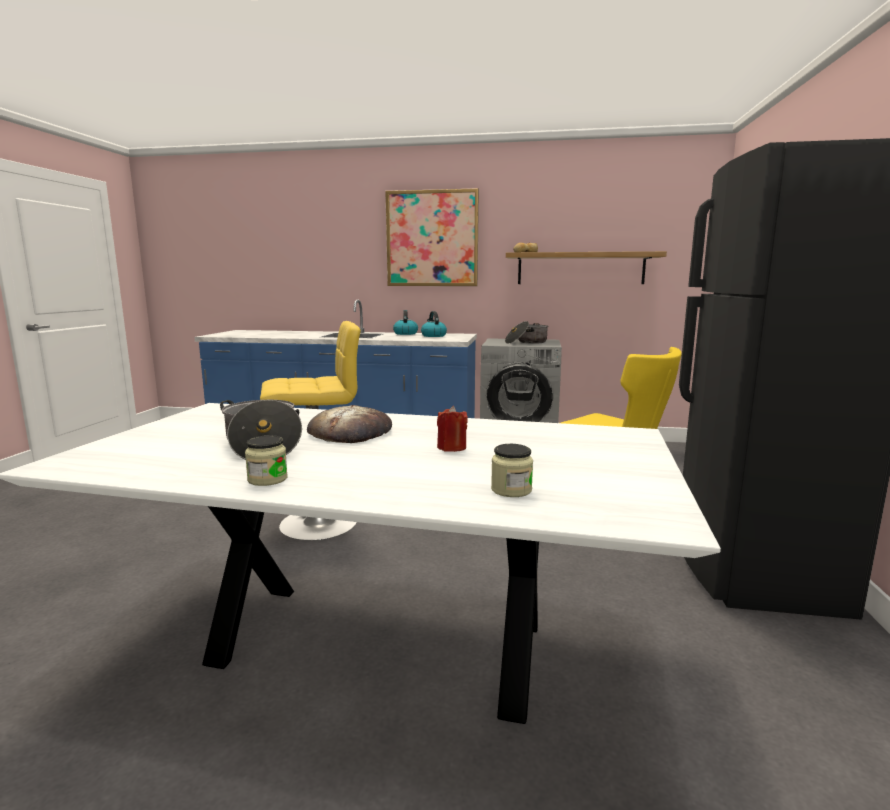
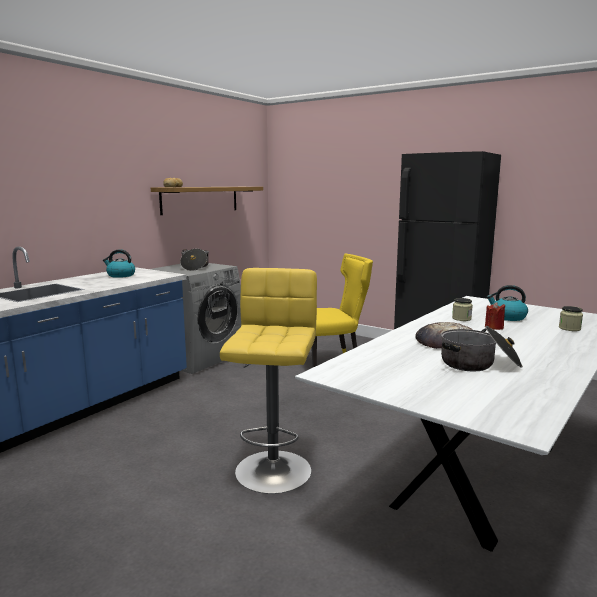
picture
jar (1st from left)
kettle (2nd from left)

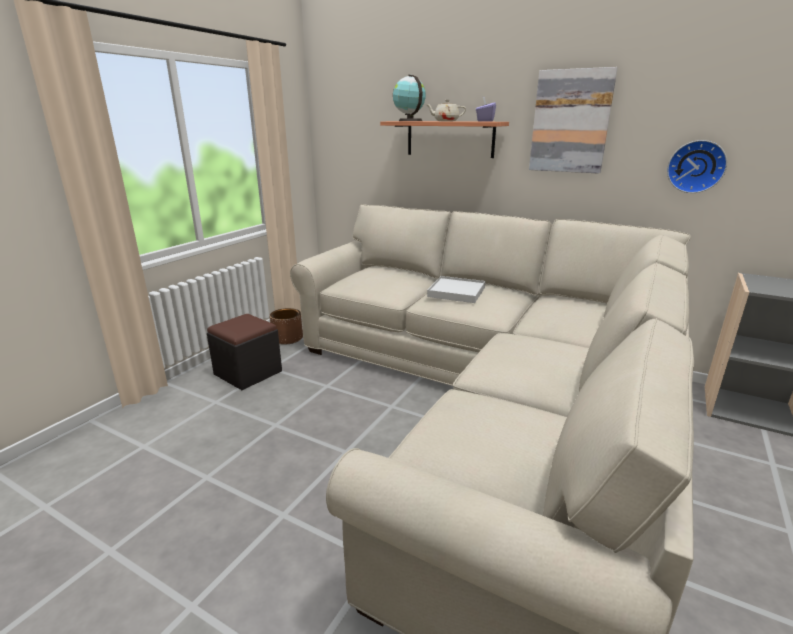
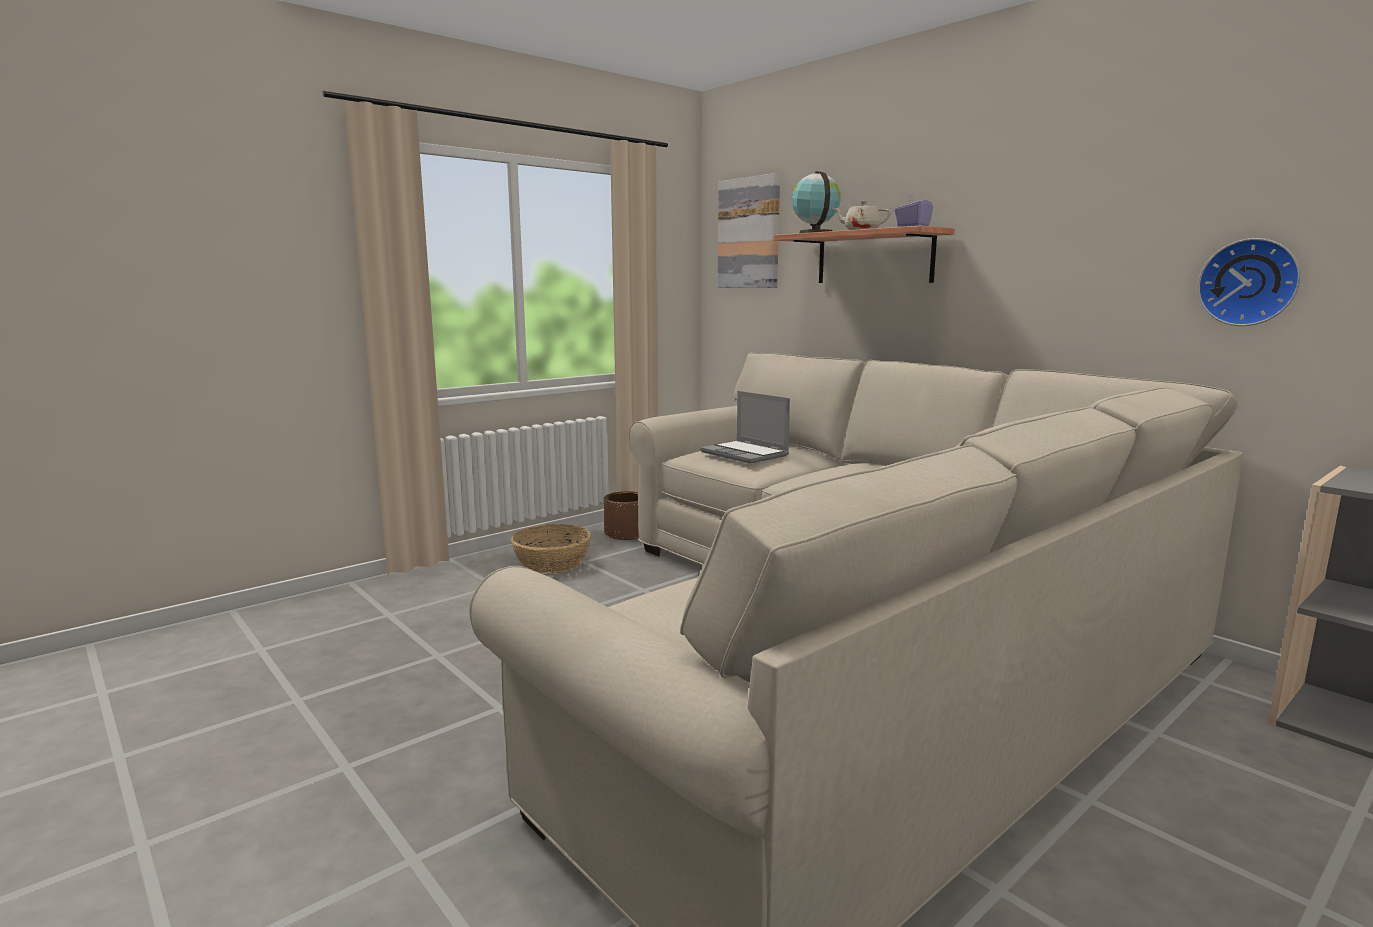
tray (white)
laptop
picture
basket

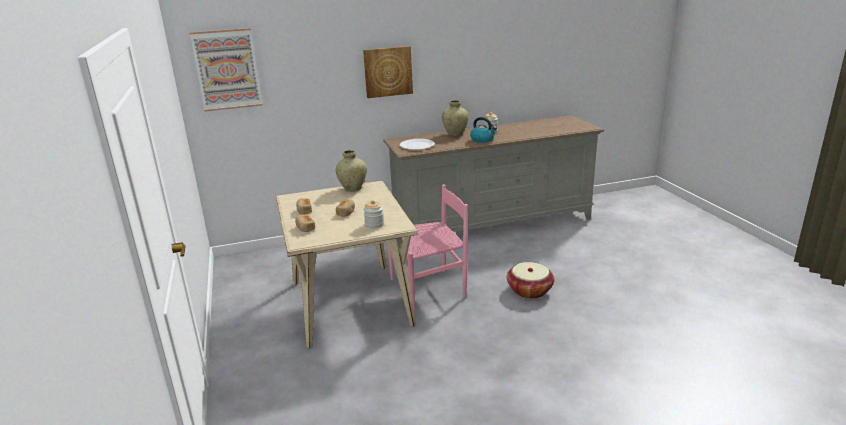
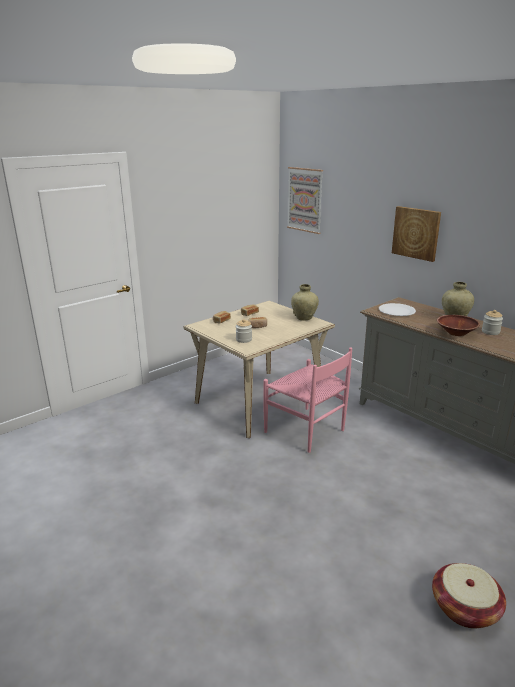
basket
bowl (brown)

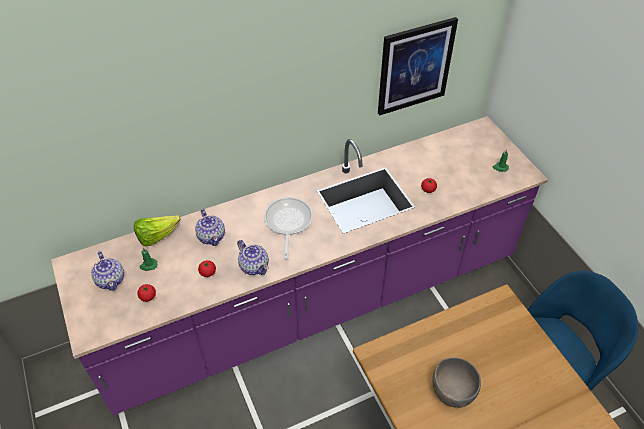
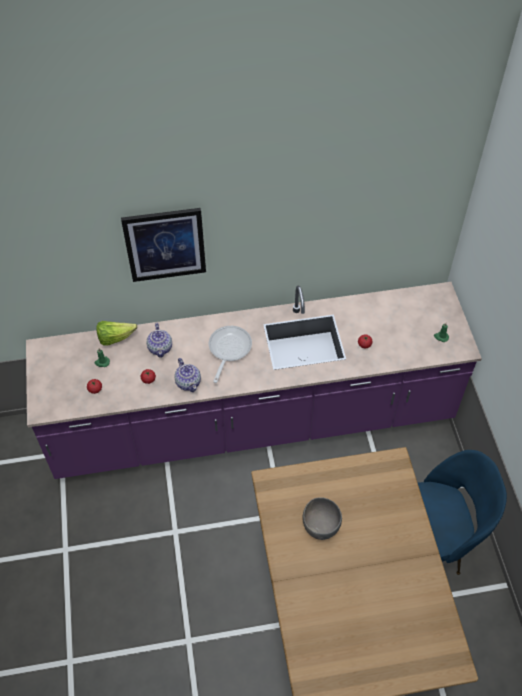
teapot (1st from left in the first image)
picture

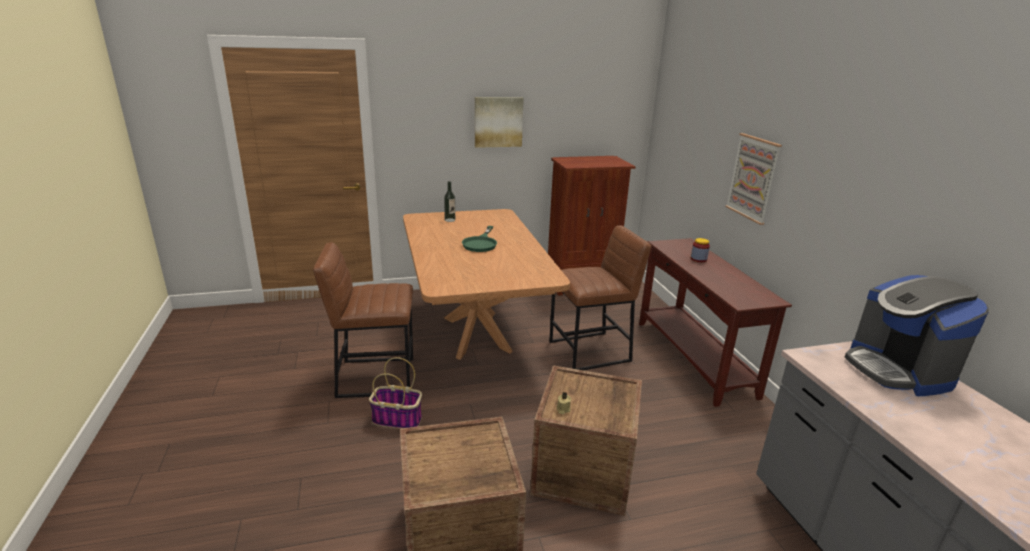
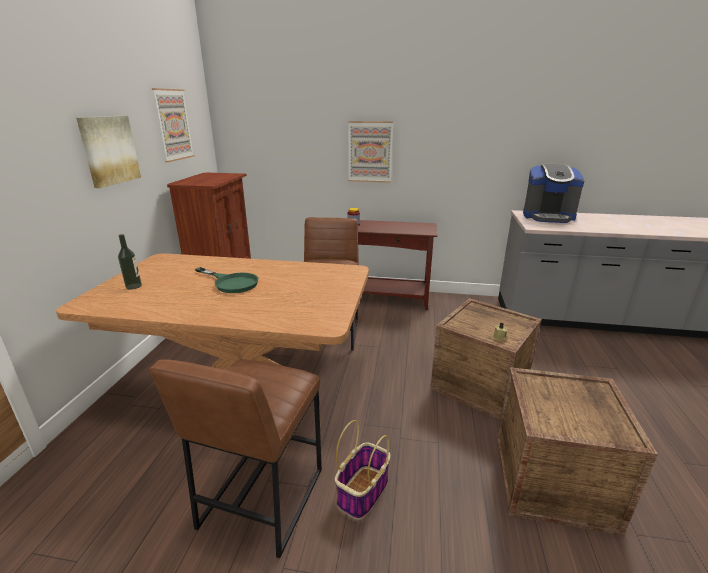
picture (2nd from left)

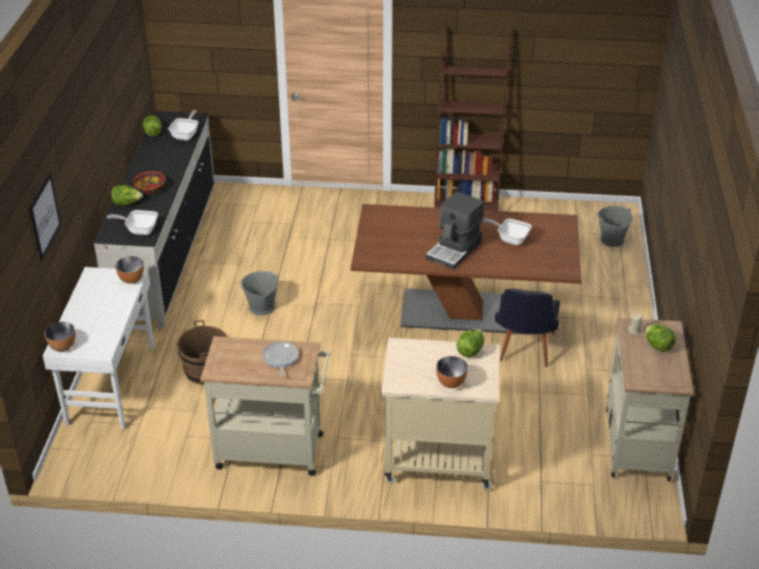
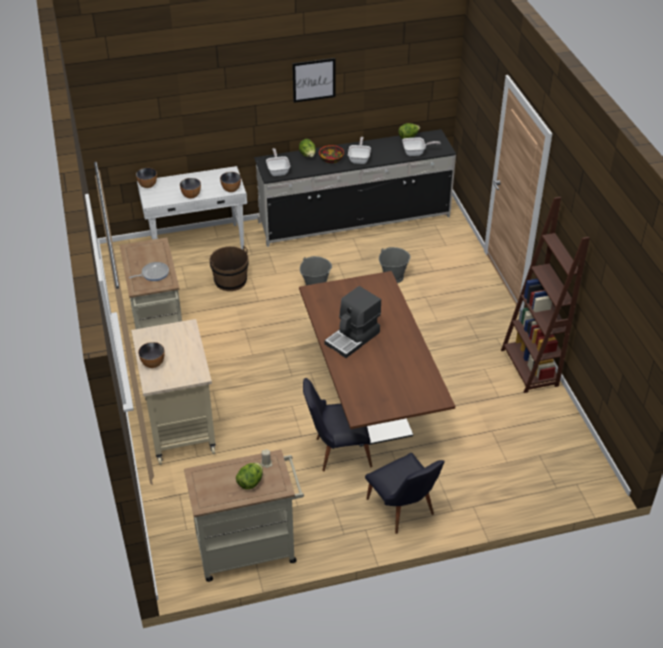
lettuce (3rd from left in the first image)
bowl (3rd from left)
chair (black) (2nd from left)
picture
frying pan (3rd from left)
bucket (grey) (2nd from left)
coffee machine

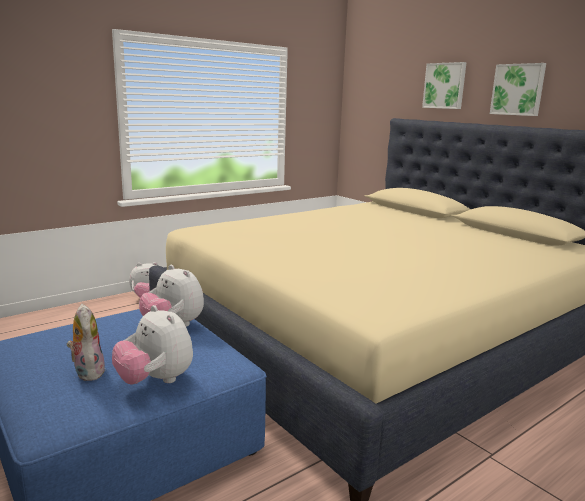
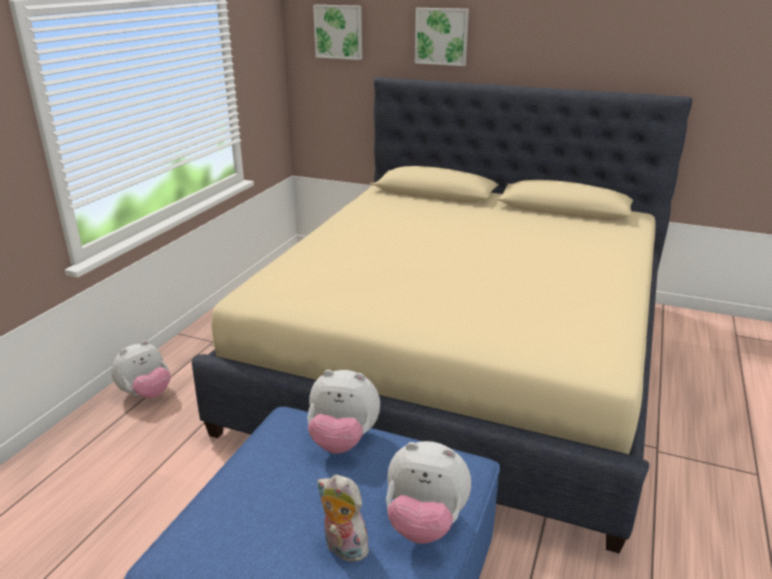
picture (1st from left)

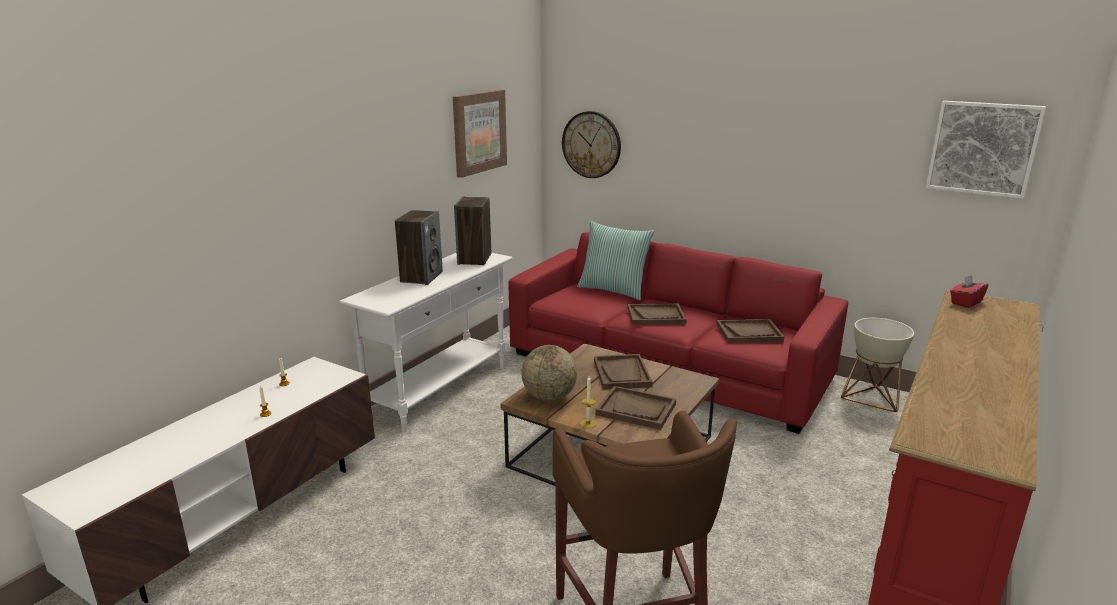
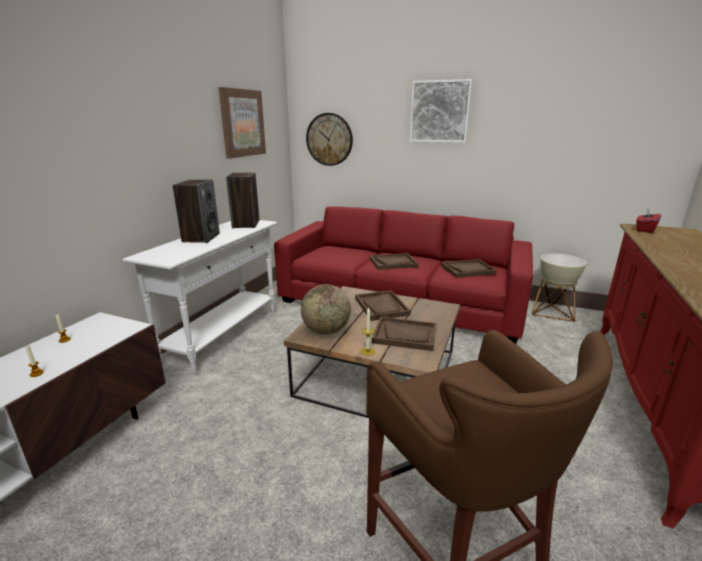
pillow
picture (2nd from left)

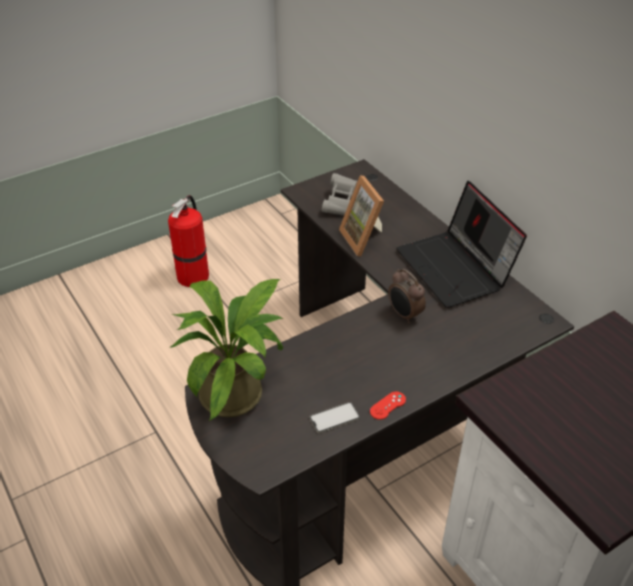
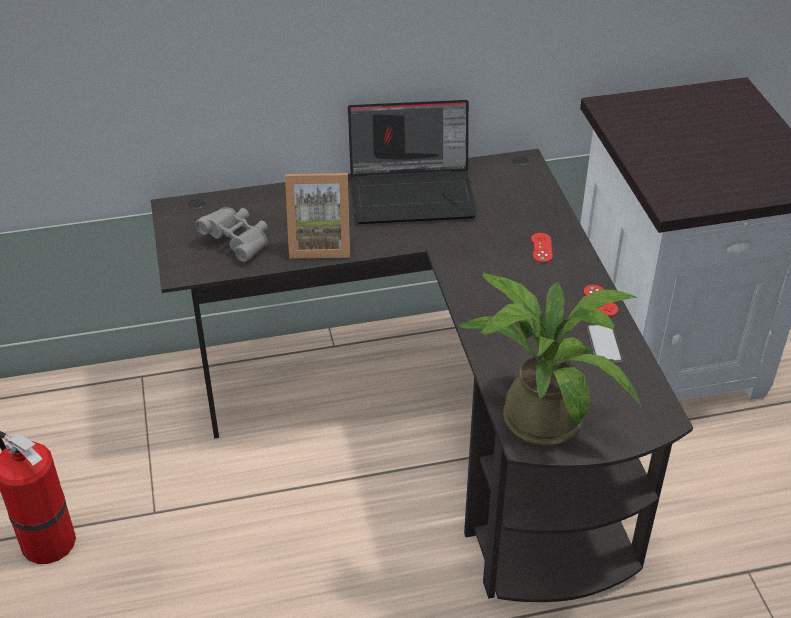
alarm clock
game controller (red) (1st from left)

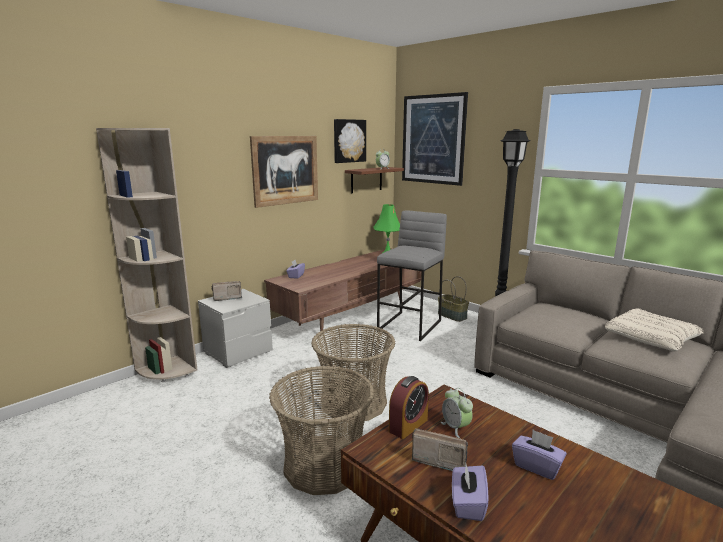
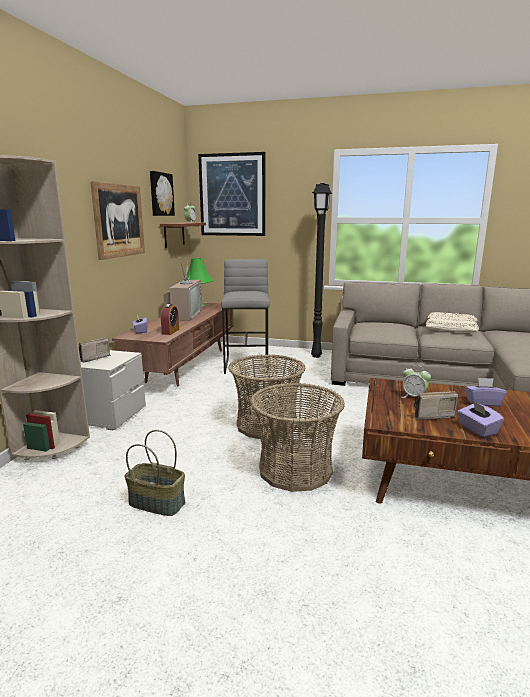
television
alarm clock (1st from left)
basket (1st from left)

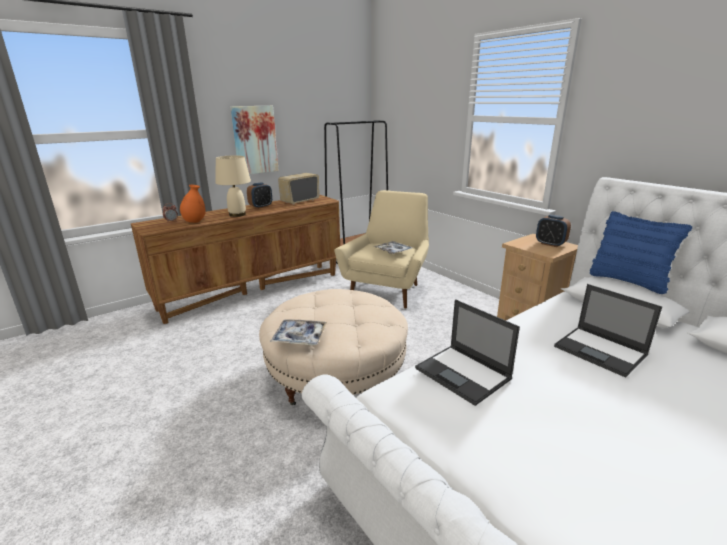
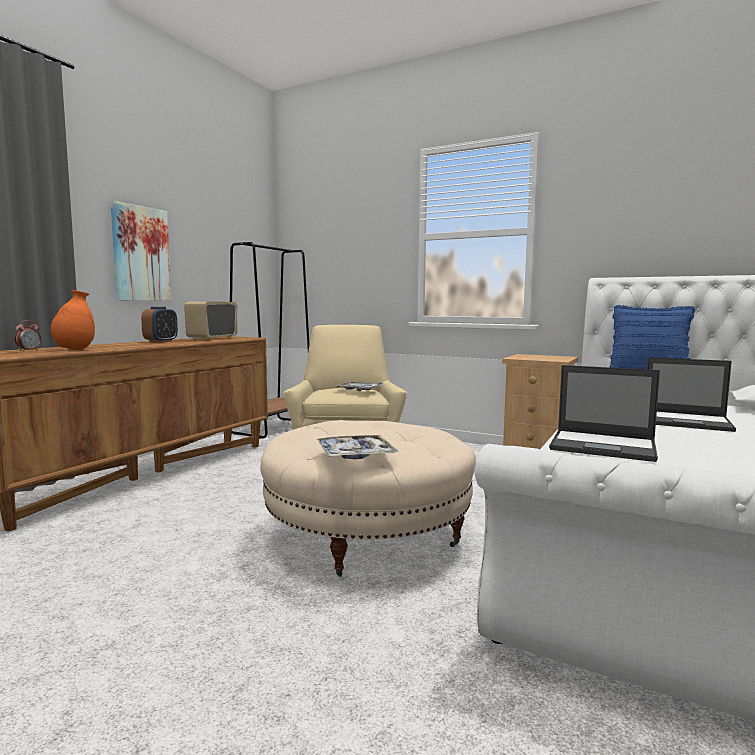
table lamp (beige)
alarm clock (3rd from left in the first image)

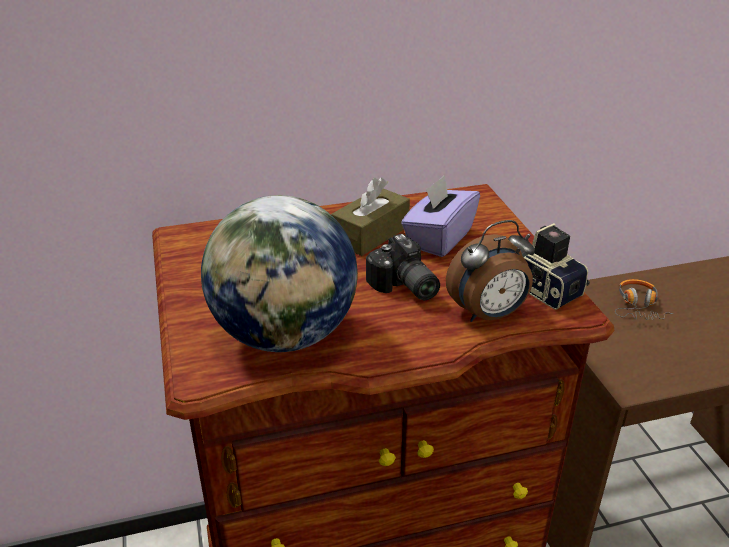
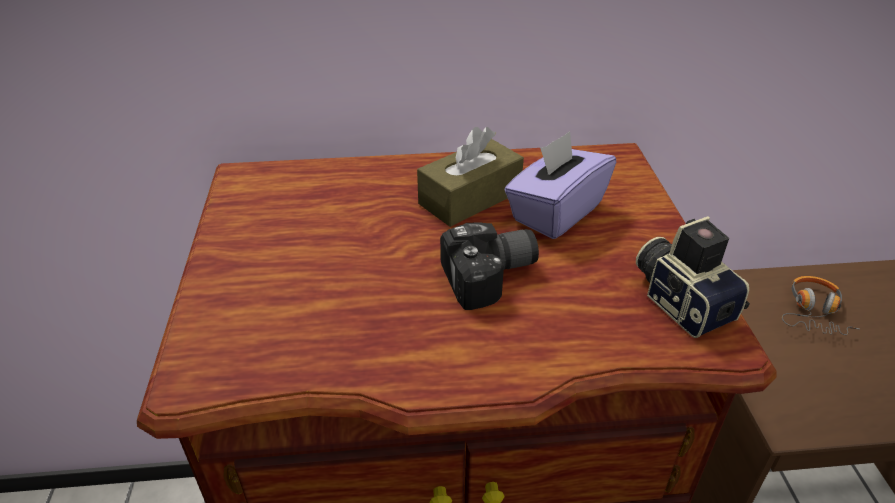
globe
alarm clock
photo camera (1st from left)

